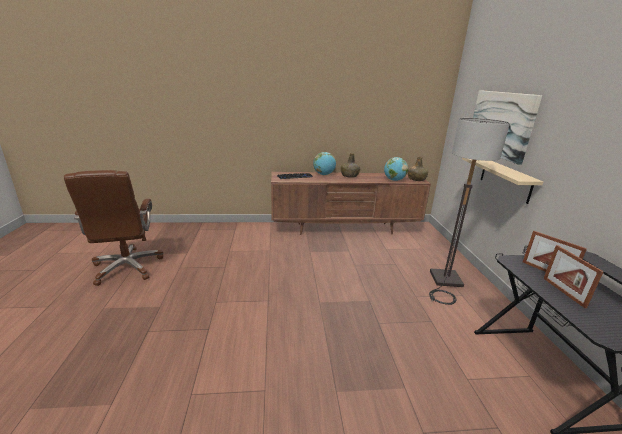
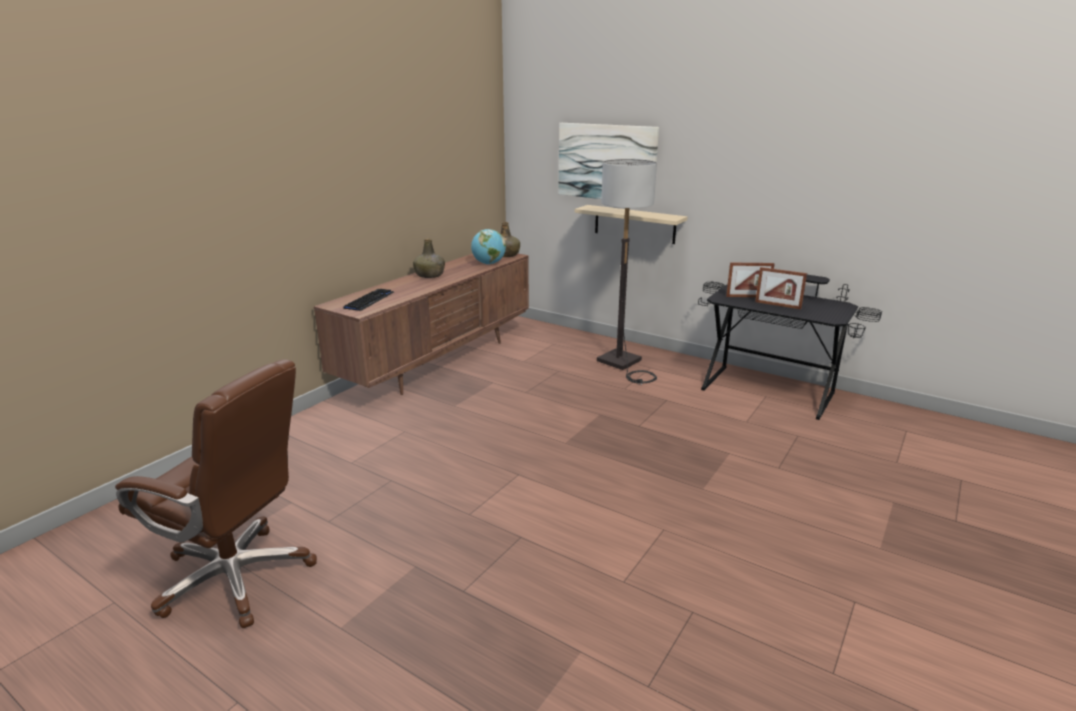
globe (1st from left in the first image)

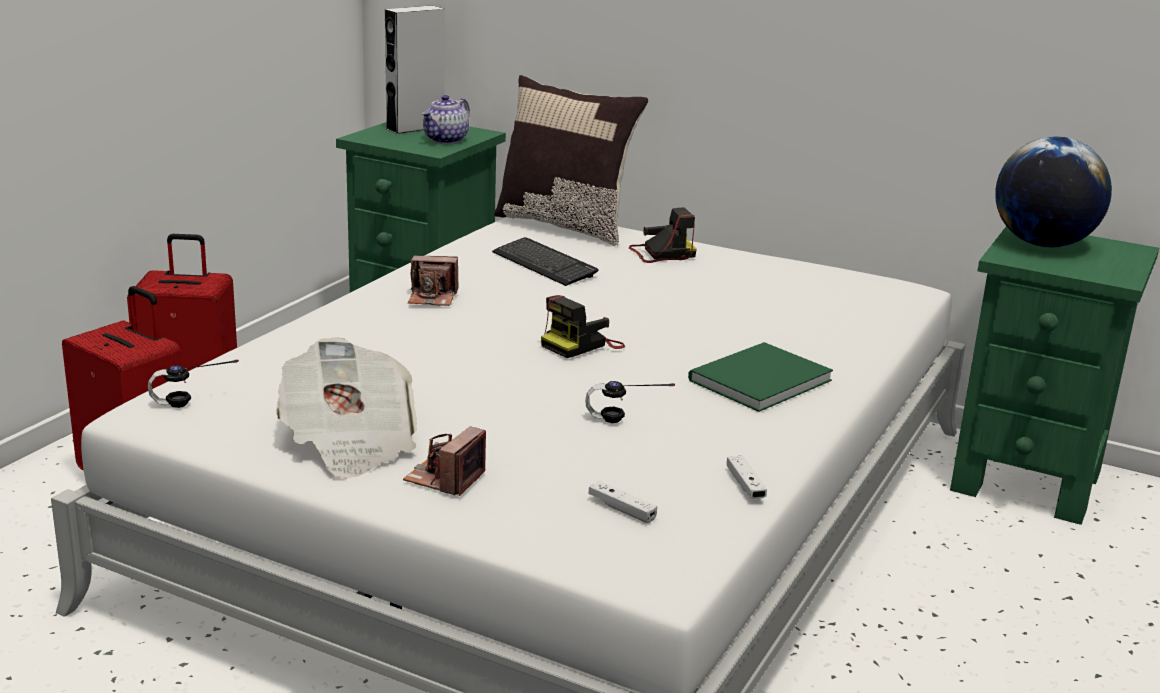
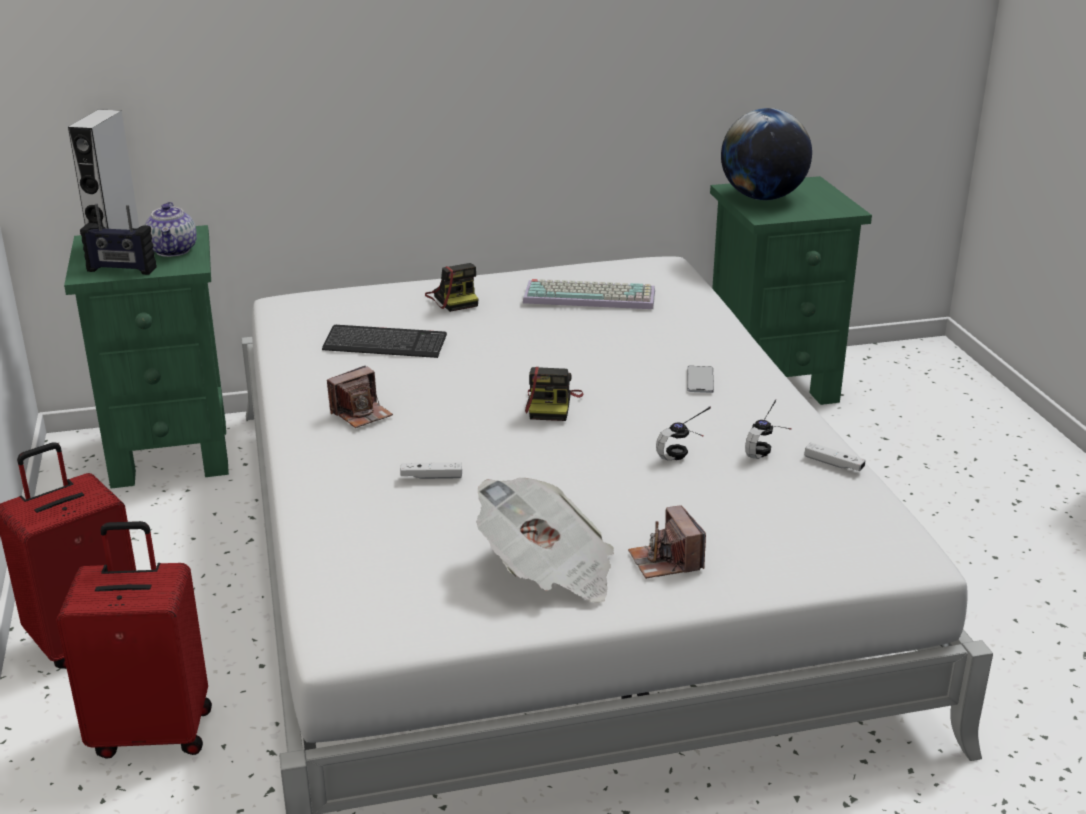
pillow
radio
keyboard (2nd from left)
headphones (2nd from left)
game controller (white) (1st from left)
phone
photo camera (2nd from left)

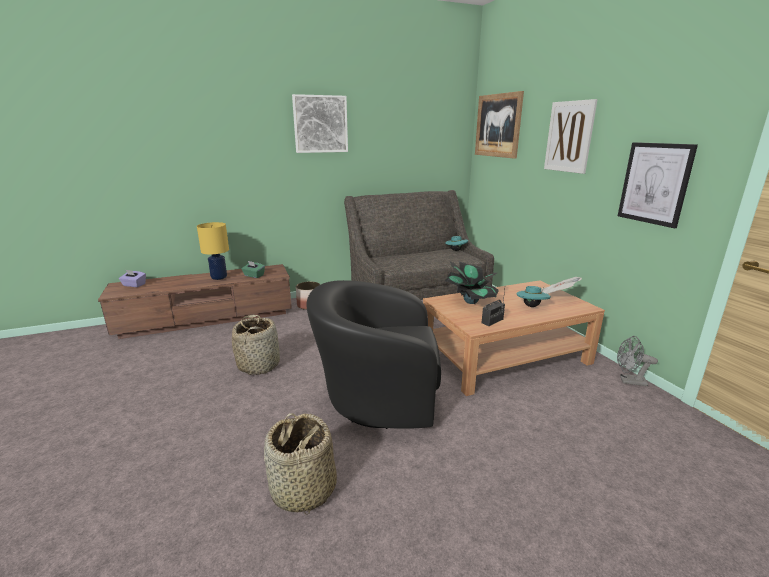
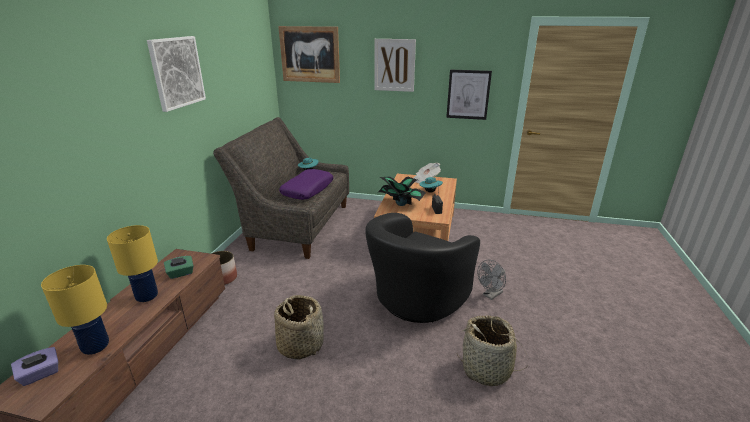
table lamp (yellow) (1st from left)
pillow (purple)
fan (grey)

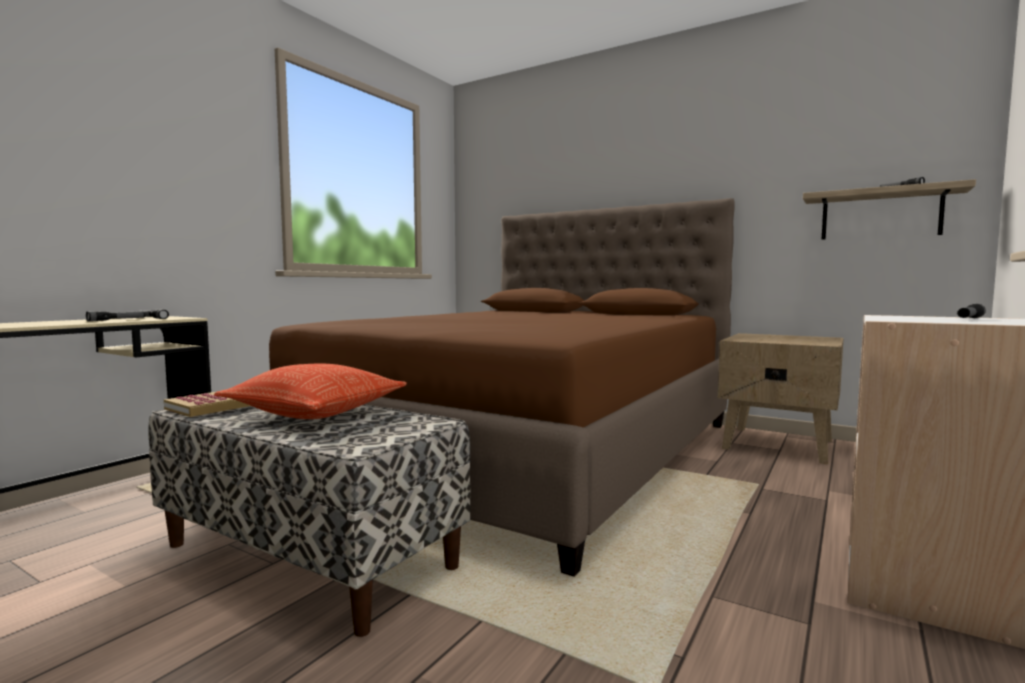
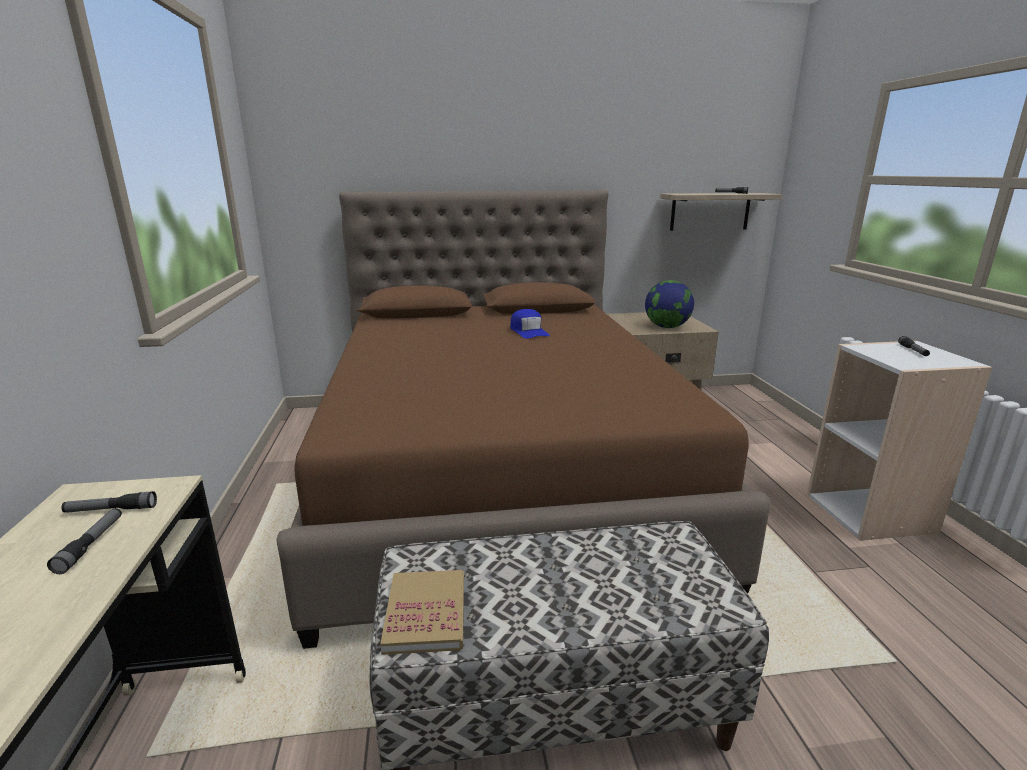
pillow (orange)
cap (blue)
globe

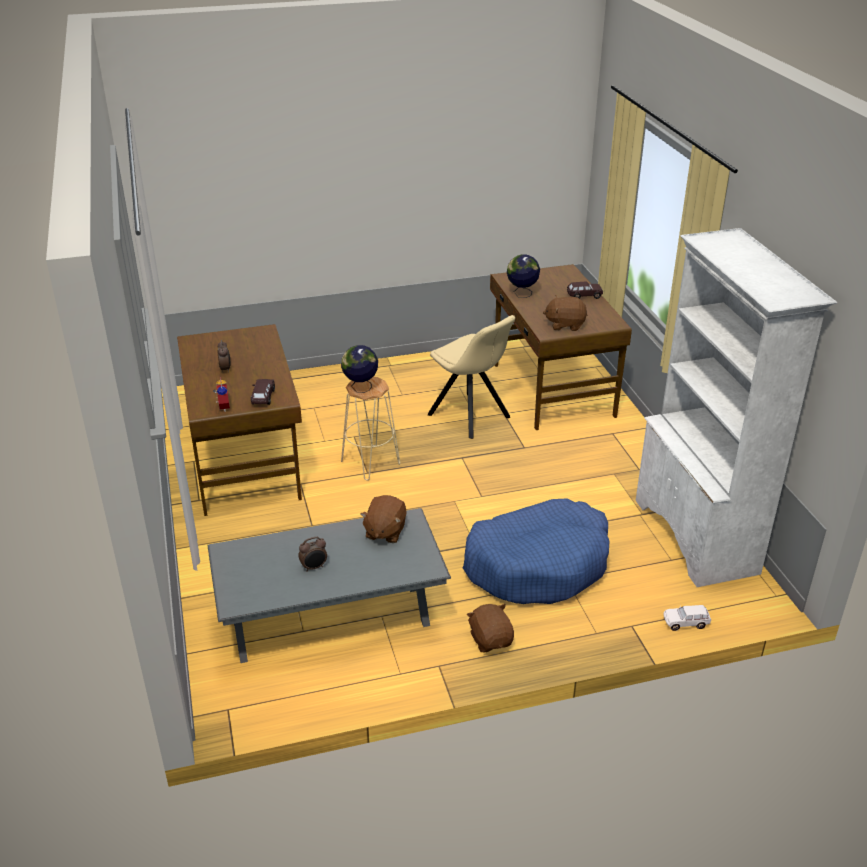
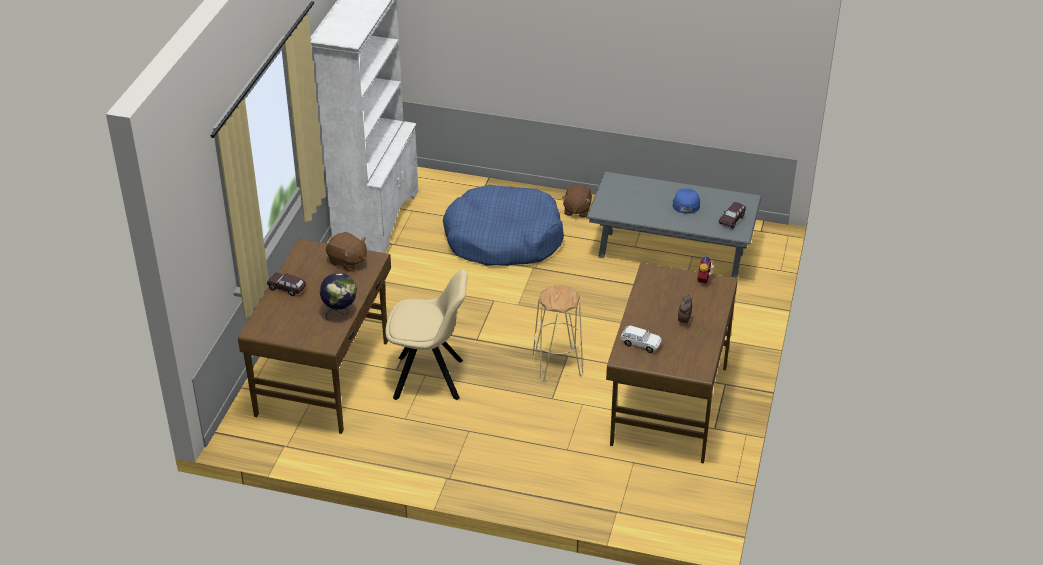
globe (1st from left in the first image)
plush toy (brown) (1st from left in the first image)
toy car (brown) (2nd from left)
toy car (white)
cap (blue)
chair (beige)

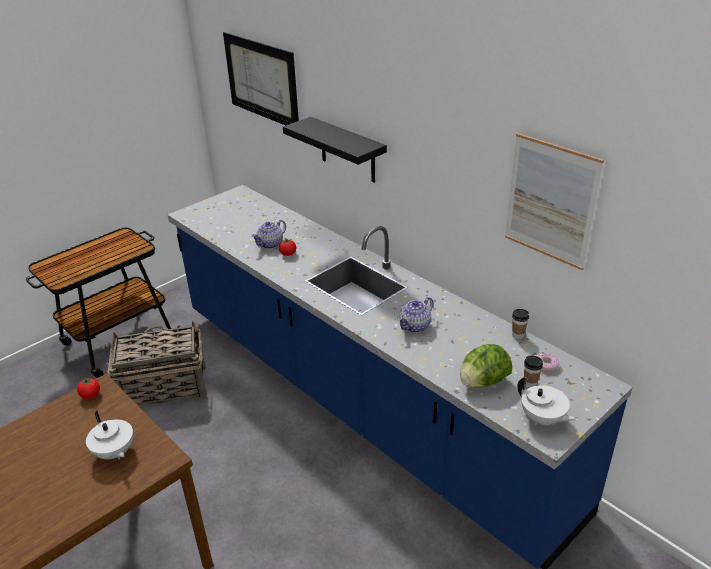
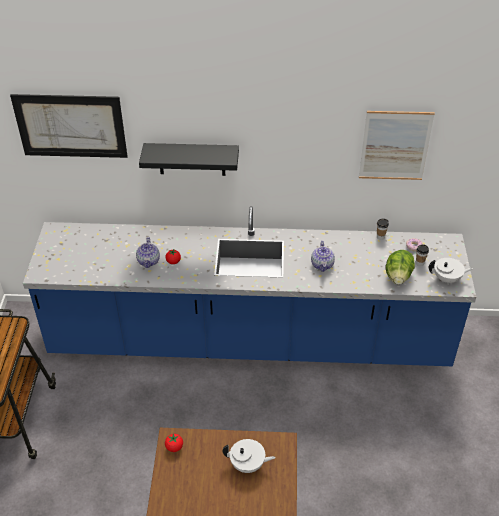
basket

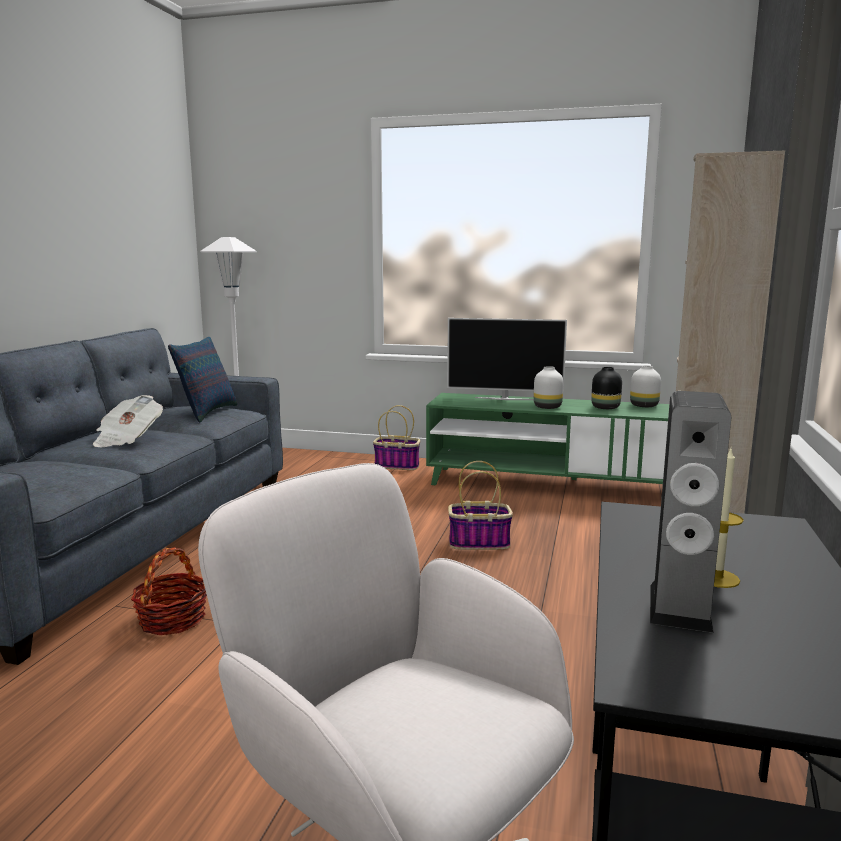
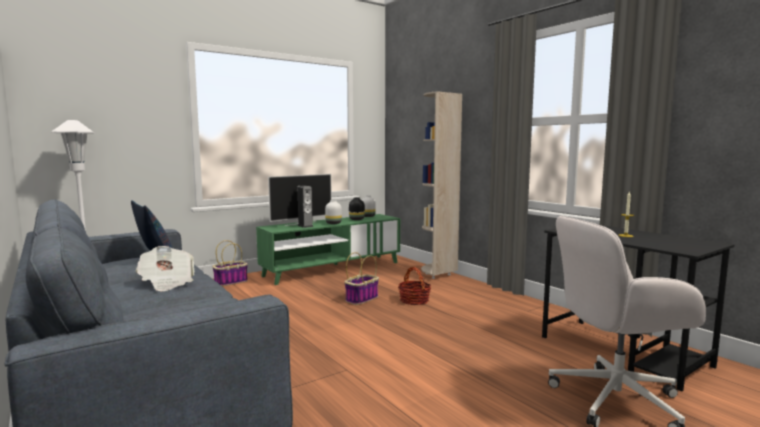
basket (3rd from left)
speaker

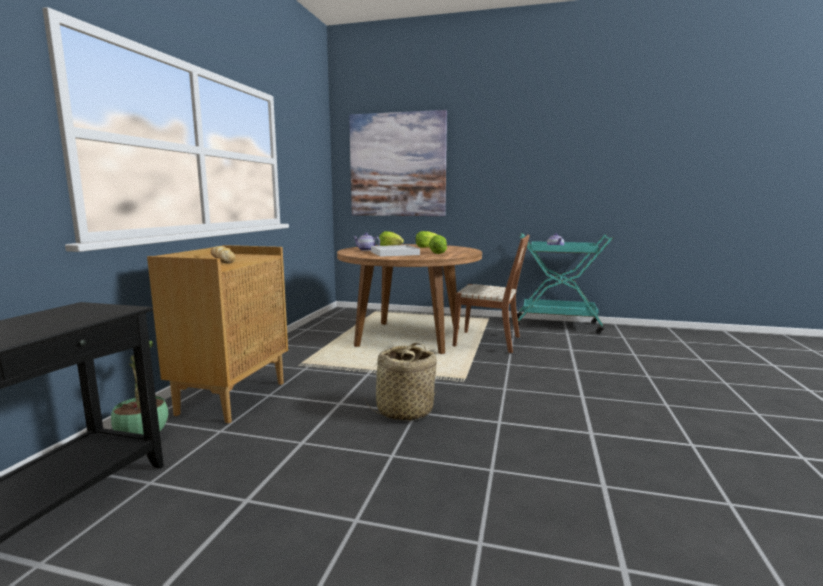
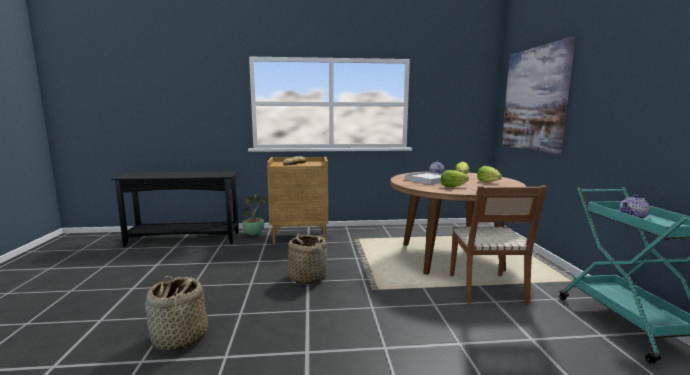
basket (1st from left)

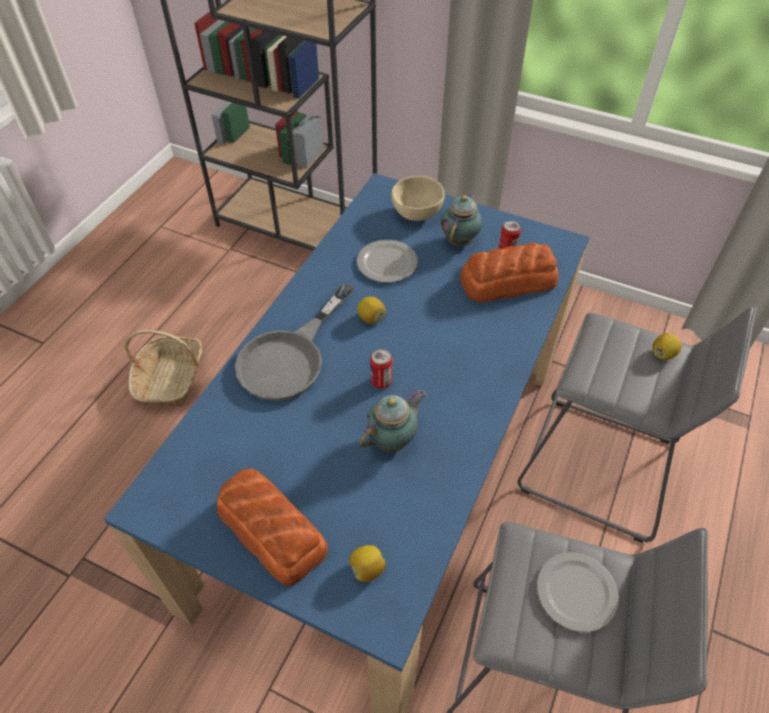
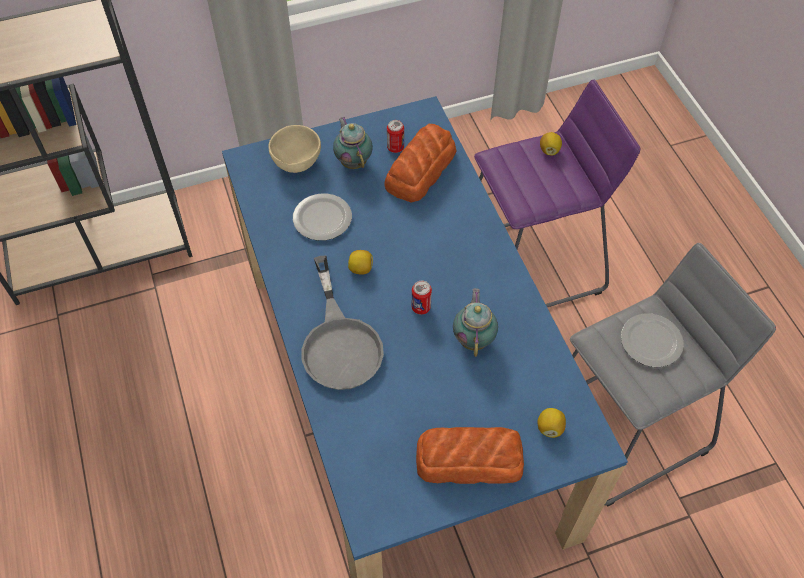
basket
stool (purple)

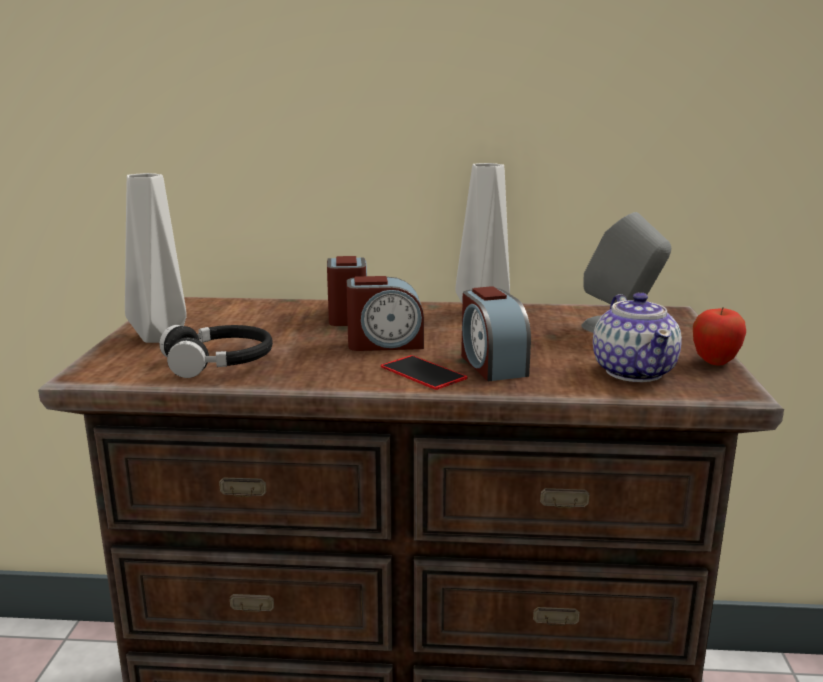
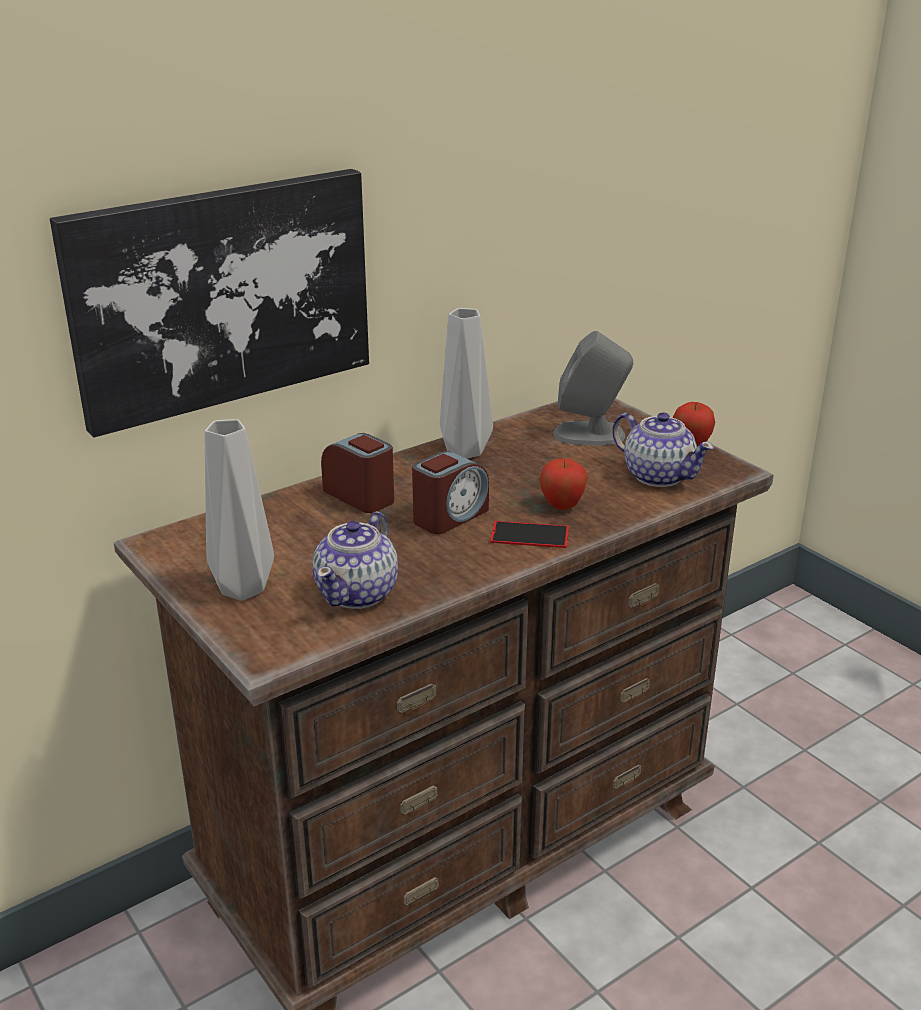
picture
teapot (1st from left)
apple (1st from left)

